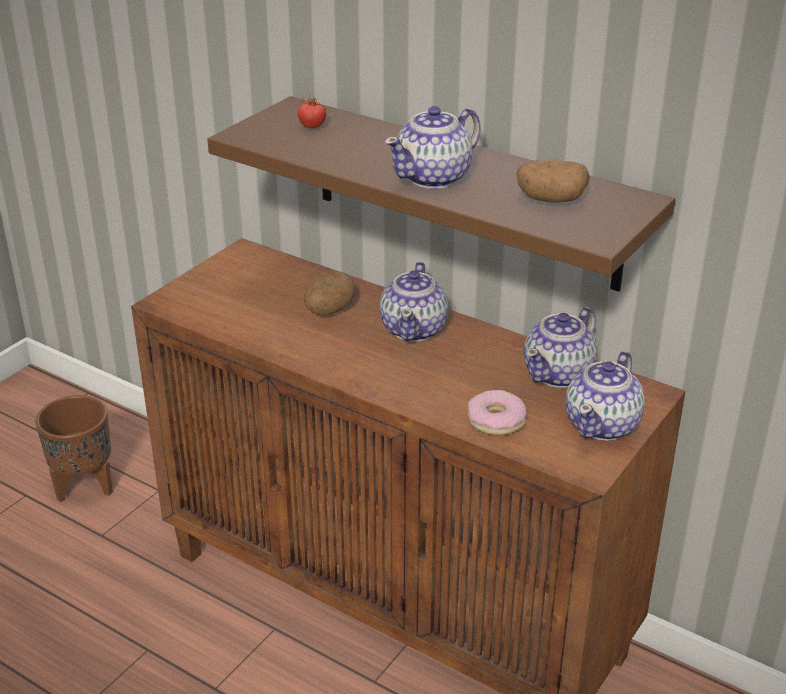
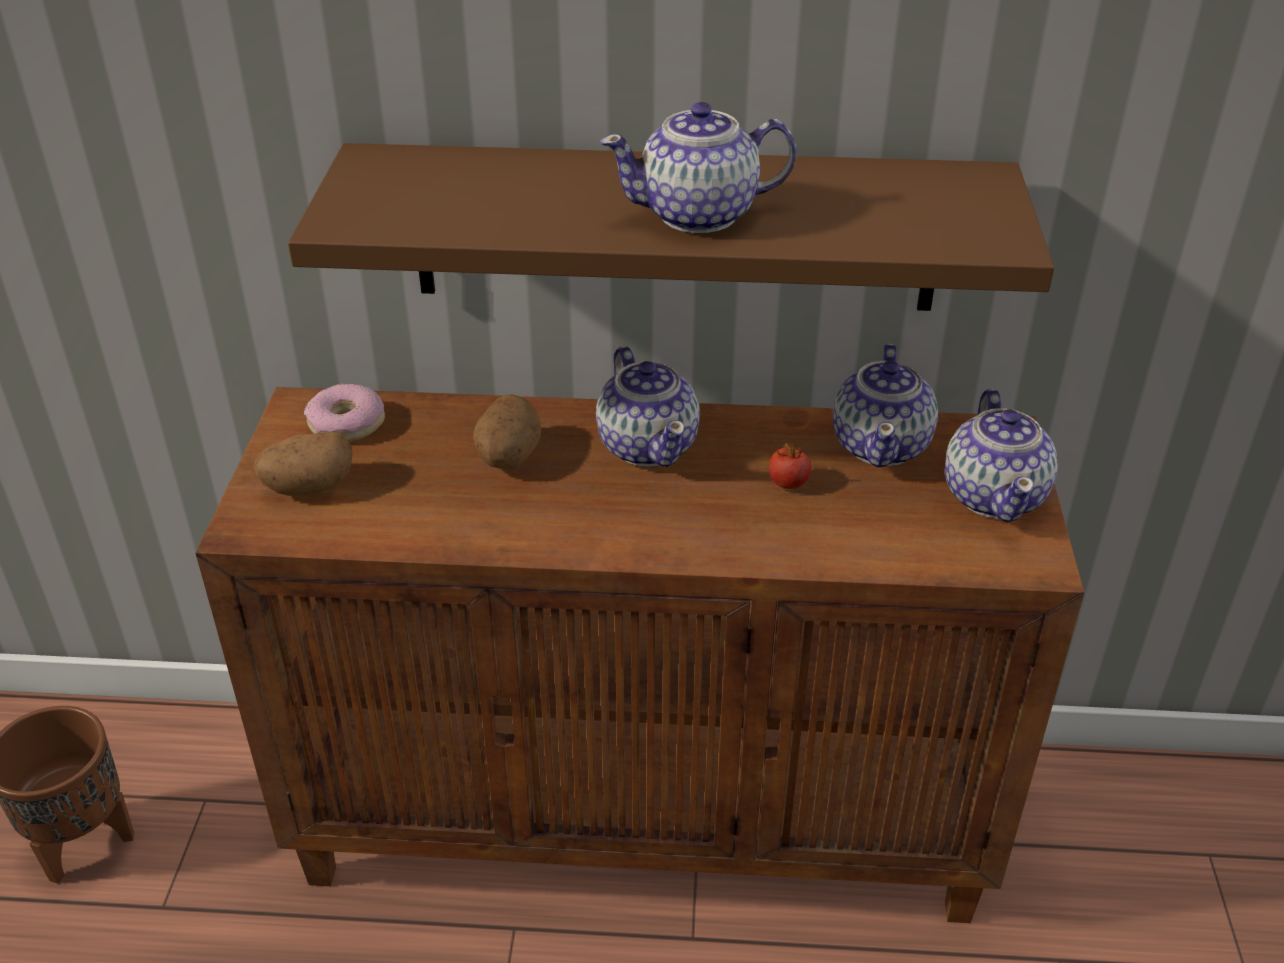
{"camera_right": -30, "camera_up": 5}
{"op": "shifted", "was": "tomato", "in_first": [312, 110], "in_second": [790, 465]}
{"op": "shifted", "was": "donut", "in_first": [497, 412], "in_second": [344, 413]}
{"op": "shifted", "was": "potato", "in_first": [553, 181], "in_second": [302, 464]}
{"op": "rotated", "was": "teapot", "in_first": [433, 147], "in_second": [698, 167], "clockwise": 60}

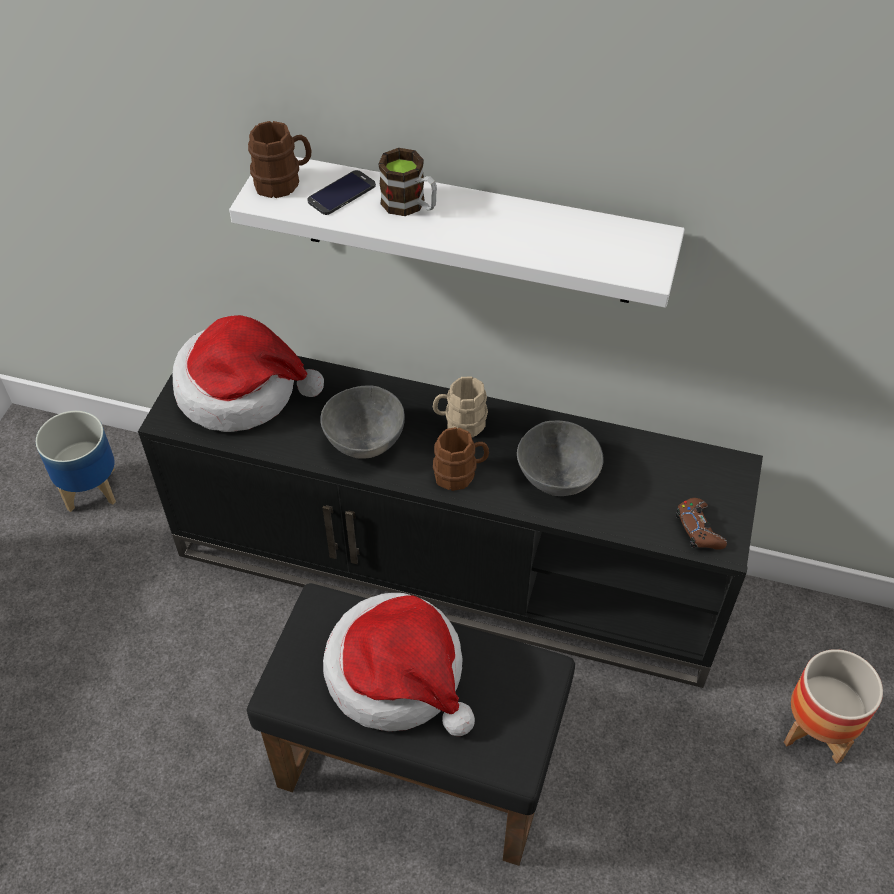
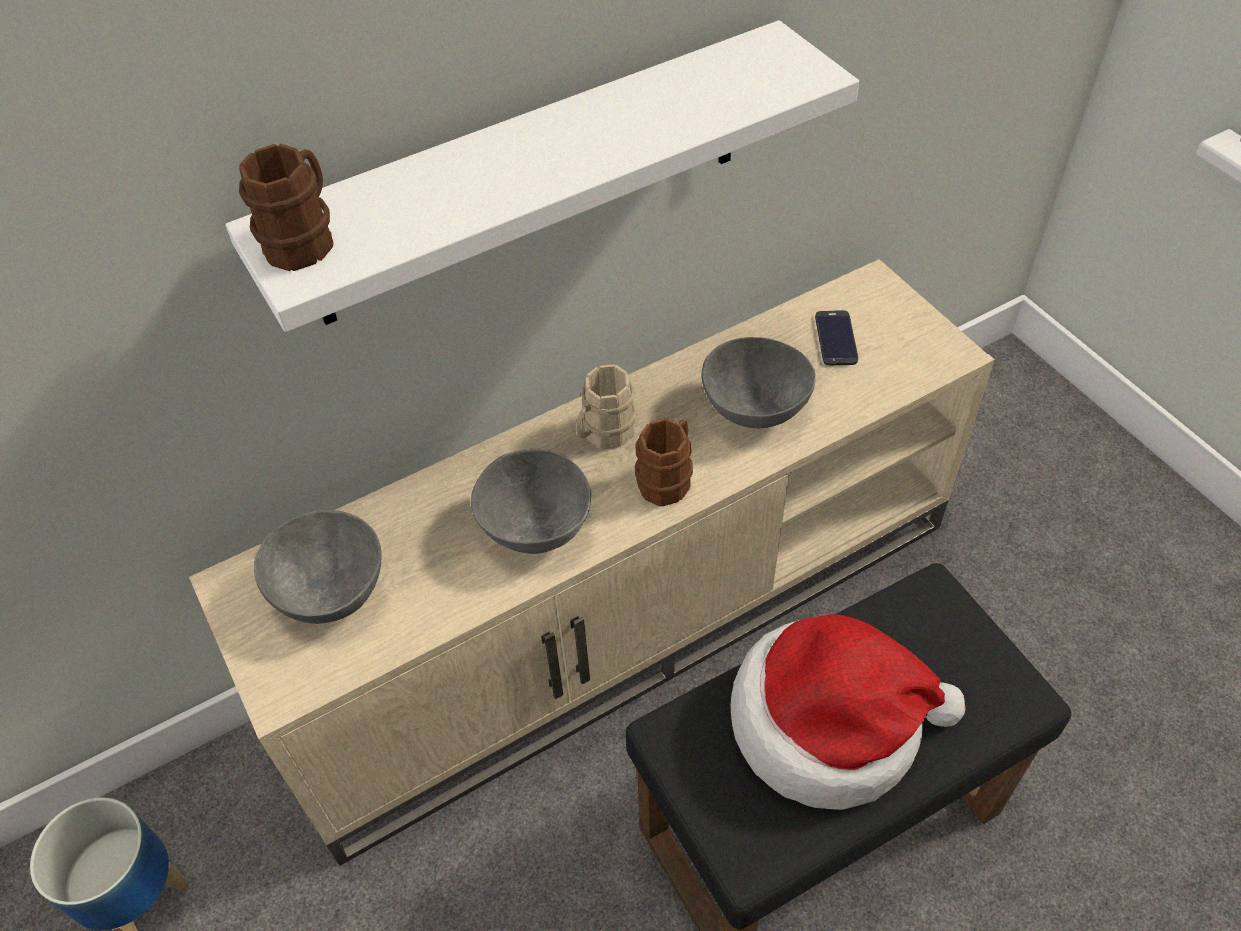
{"camera_right": -45, "camera_up": 0}
{"op": "gone", "was": "mug", "in_first": [407, 182]}
{"op": "gone", "was": "brown_game_controller", "in_first": [701, 524]}
{"op": "gone", "was": "planter", "in_first": [833, 706]}
{"op": "shifted", "was": "phone", "in_first": [341, 192], "in_second": [836, 338]}
{"op": "swapped", "was": "hat", "now": "grey_bowl", "in_first": [248, 373], "in_second": [318, 567]}
{"op": "repainted", "was": "black_tv_stand", "now": "beige_tv_stand", "in_first": [450, 522], "in_second": [592, 562]}

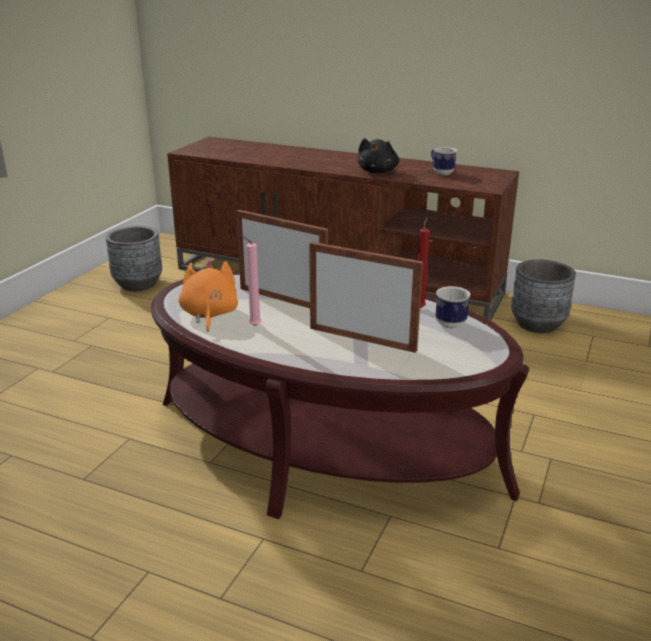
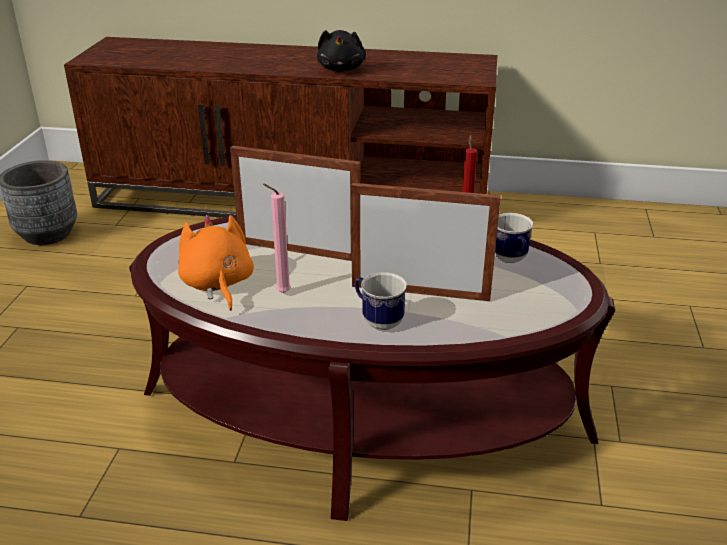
{"camera_right": -15, "camera_up": 5}
{"op": "gone", "was": "grey_planter", "in_first": [543, 296]}
{"op": "shifted", "was": "mug", "in_first": [444, 161], "in_second": [381, 301]}

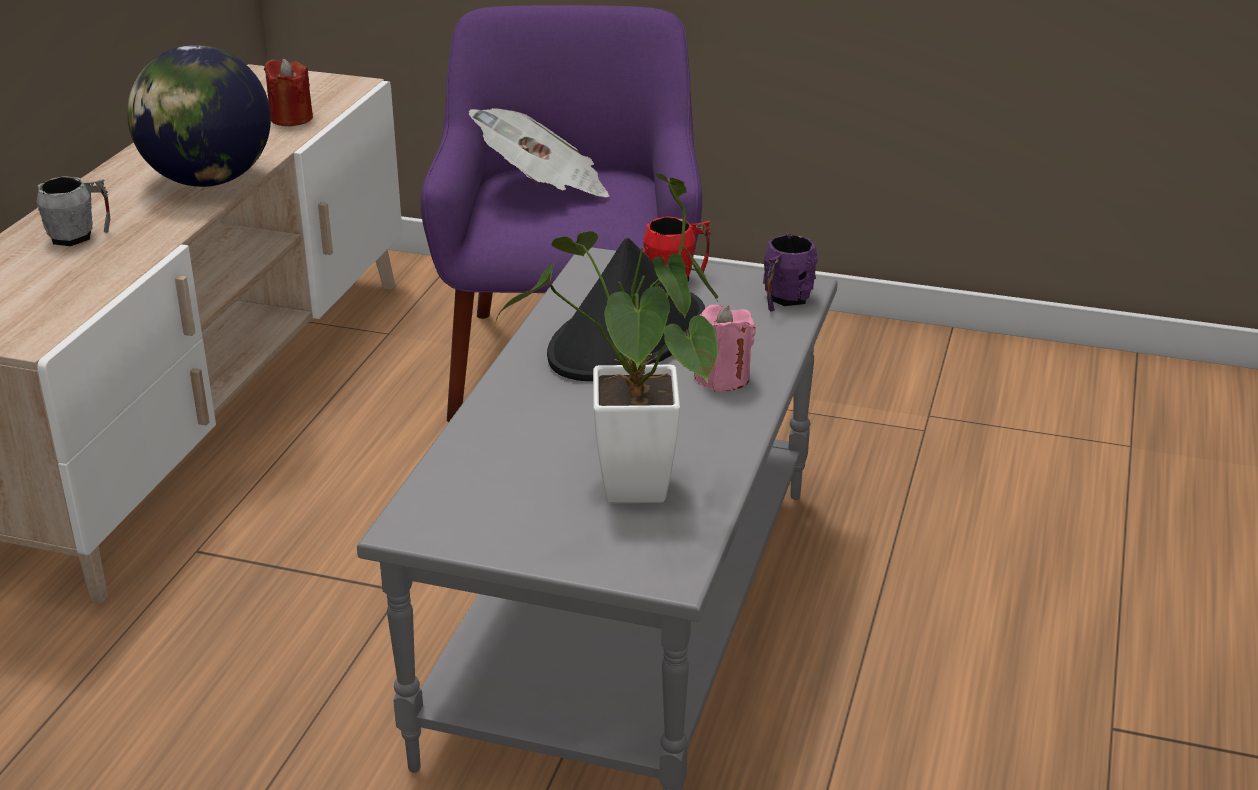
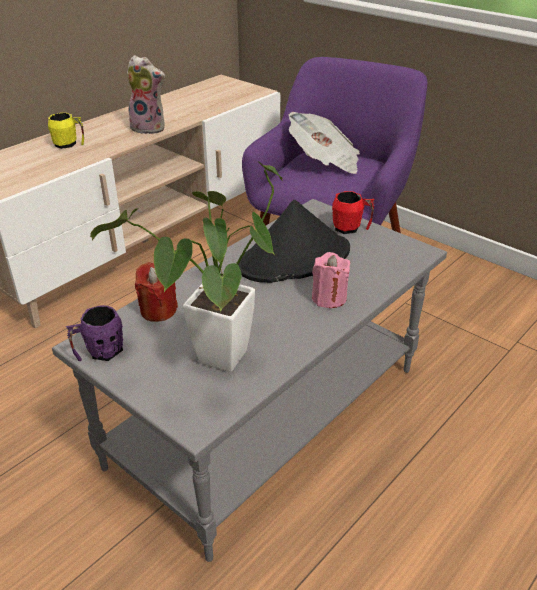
{"camera_right": 25, "camera_up": 5}
{"op": "shifted", "was": "red_candle", "in_first": [288, 92], "in_second": [156, 292]}
{"op": "shifted", "was": "purple_mug", "in_first": [790, 273], "in_second": [94, 333]}
{"op": "swapped", "was": "globe", "now": "plush_toy", "in_first": [199, 116], "in_second": [146, 94]}
{"op": "repainted", "was": "grey_mug", "now": "yellow_mug", "in_first": [73, 211], "in_second": [66, 131]}

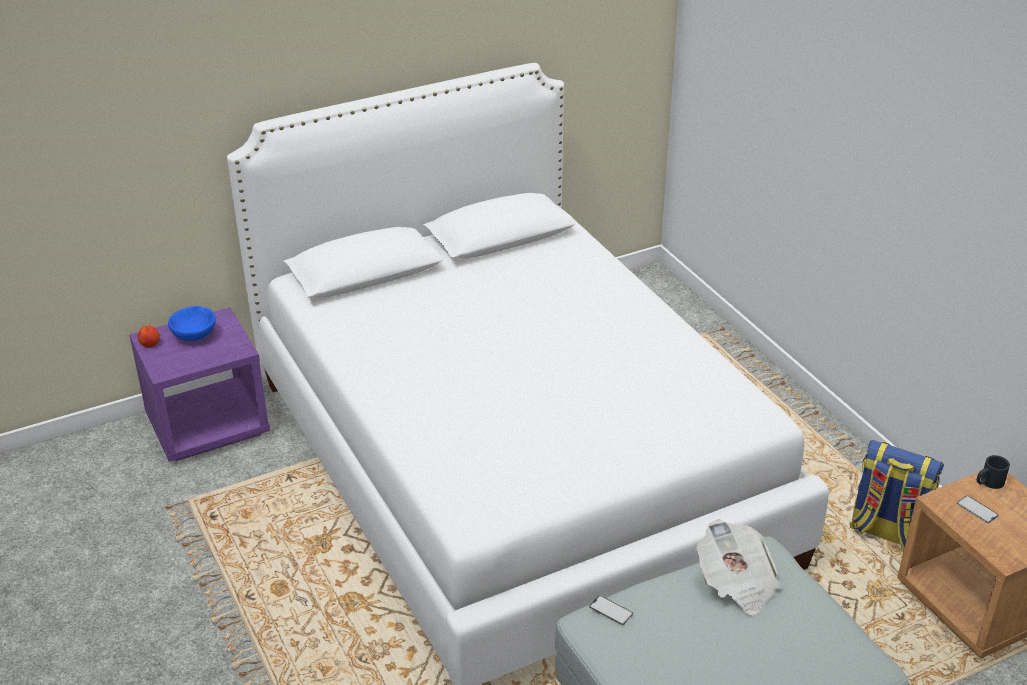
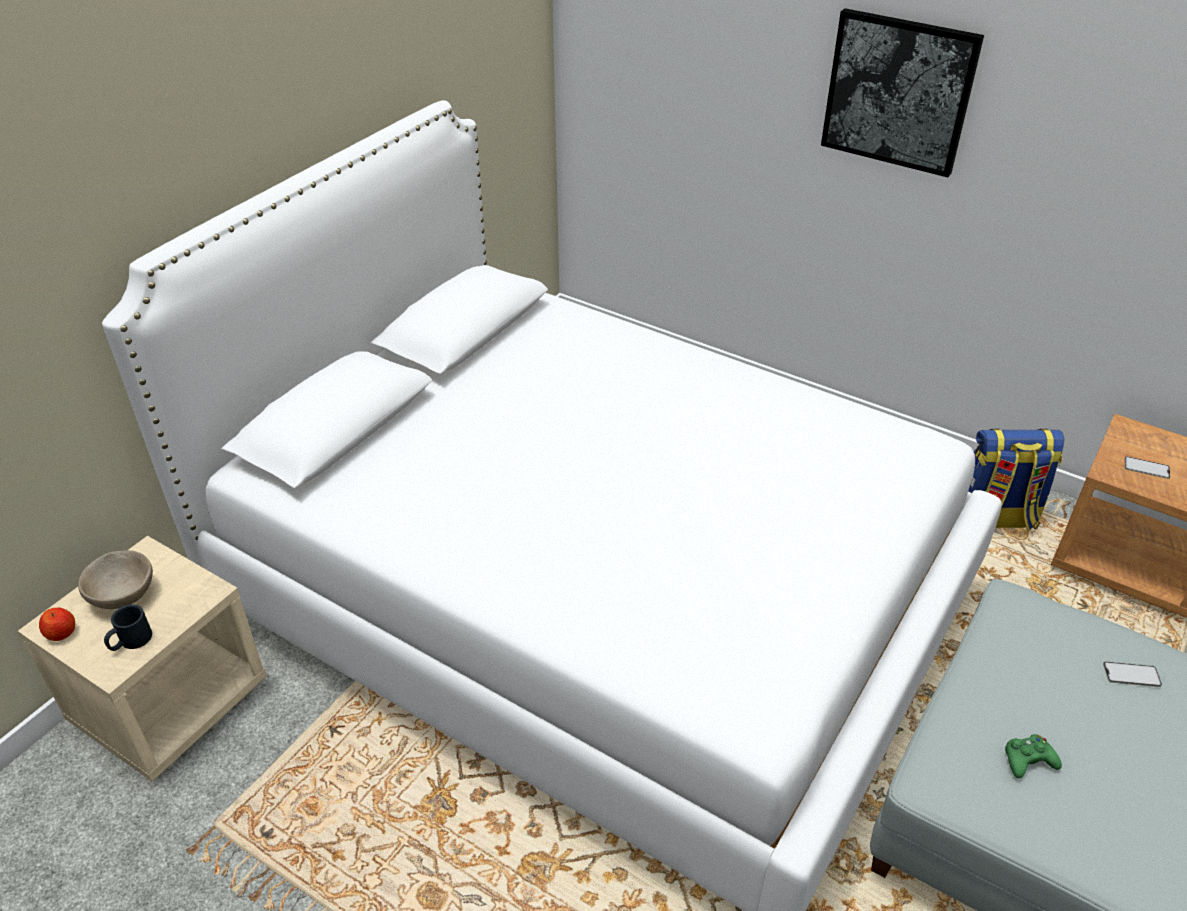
{"camera_right": -30, "camera_up": 5}
{"op": "gone", "was": "newspaper", "in_first": [739, 567]}
{"op": "new", "now": "picture", "in_second": [902, 92]}
{"op": "new", "now": "green_game_controller", "in_second": [1033, 756]}
{"op": "shifted", "was": "phone", "in_first": [611, 610], "in_second": [1132, 674]}
{"op": "shifted", "was": "black_mug", "in_first": [993, 472], "in_second": [128, 627]}
{"op": "repainted", "was": "purple_nightstand", "now": "beige_nightstand", "in_first": [199, 385], "in_second": [142, 658]}
{"op": "repainted", "was": "blue_bowl", "now": "beige_bowl", "in_first": [192, 323], "in_second": [115, 579]}

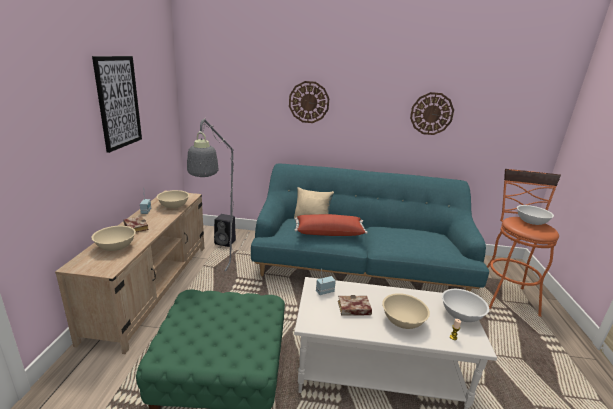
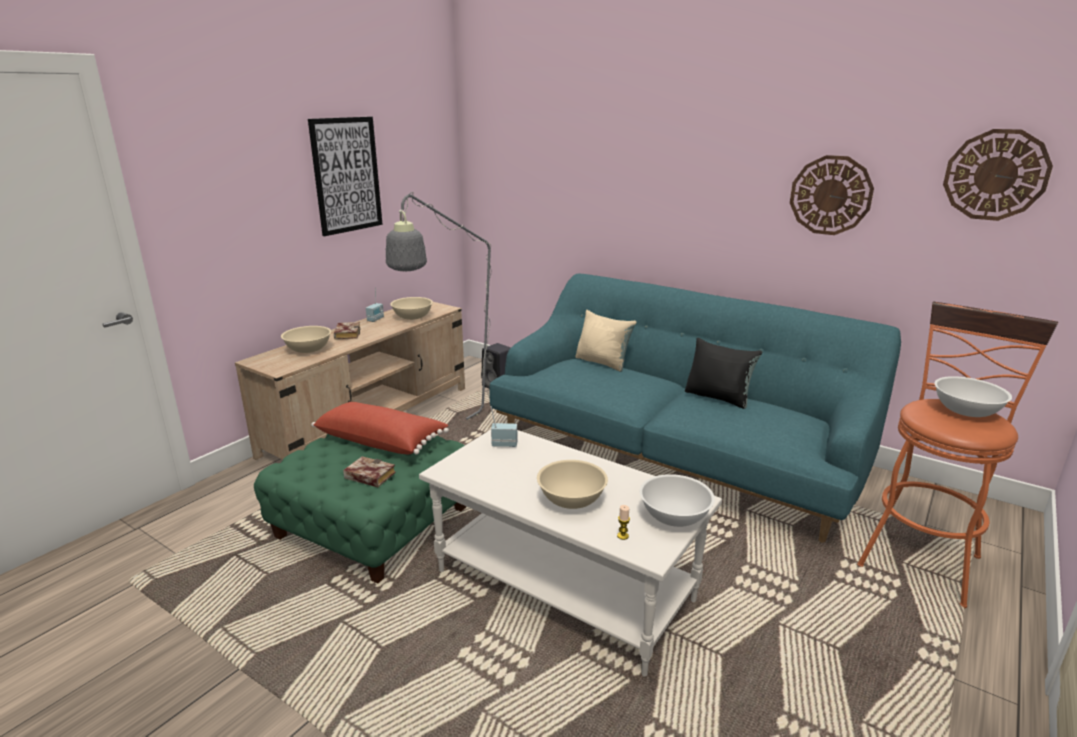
{"camera_right": 30, "camera_up": 0}
{"op": "new", "now": "black_pillow", "in_second": [723, 373]}
{"op": "shifted", "was": "wall_clock", "in_first": [309, 102], "in_second": [998, 175]}
{"op": "shifted", "was": "red_pillow", "in_first": [331, 225], "in_second": [380, 428]}
{"op": "shifted", "was": "book", "in_first": [355, 305], "in_second": [369, 471]}

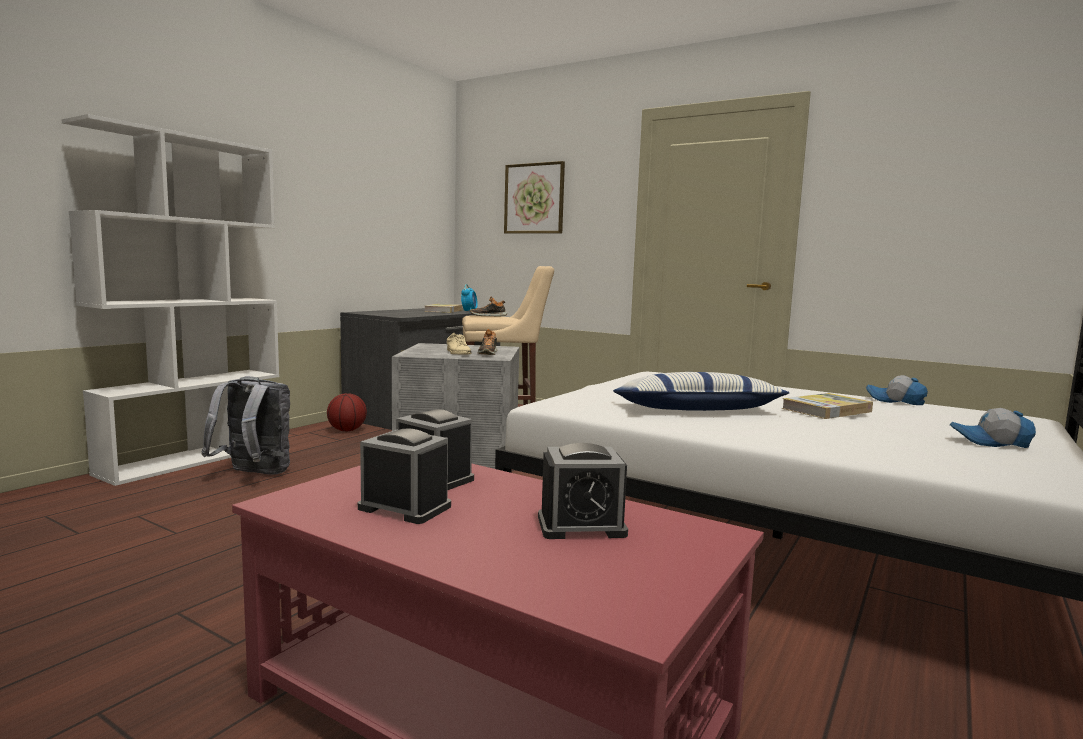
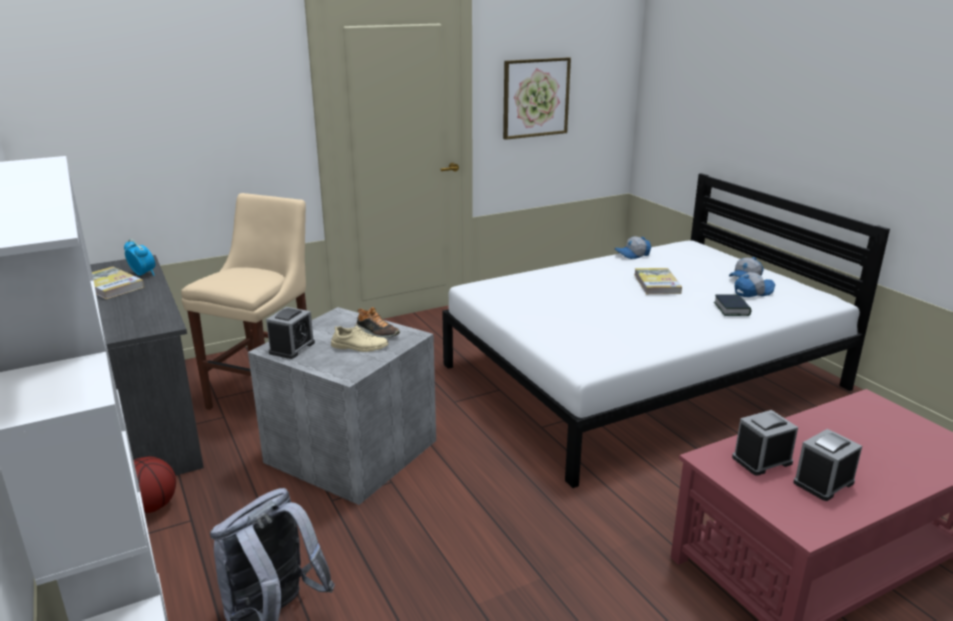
{"camera_right": -60, "camera_up": 15}
{"op": "gone", "was": "shoe", "in_first": [488, 306]}
{"op": "gone", "was": "pillow", "in_first": [701, 391]}
{"op": "new", "now": "book", "in_second": [732, 305]}
{"op": "new", "now": "cap", "in_second": [755, 284]}
{"op": "shifted", "was": "picture", "in_first": [534, 197], "in_second": [537, 98]}
{"op": "shifted", "was": "alarm_clock", "in_first": [583, 491], "in_second": [290, 333]}

